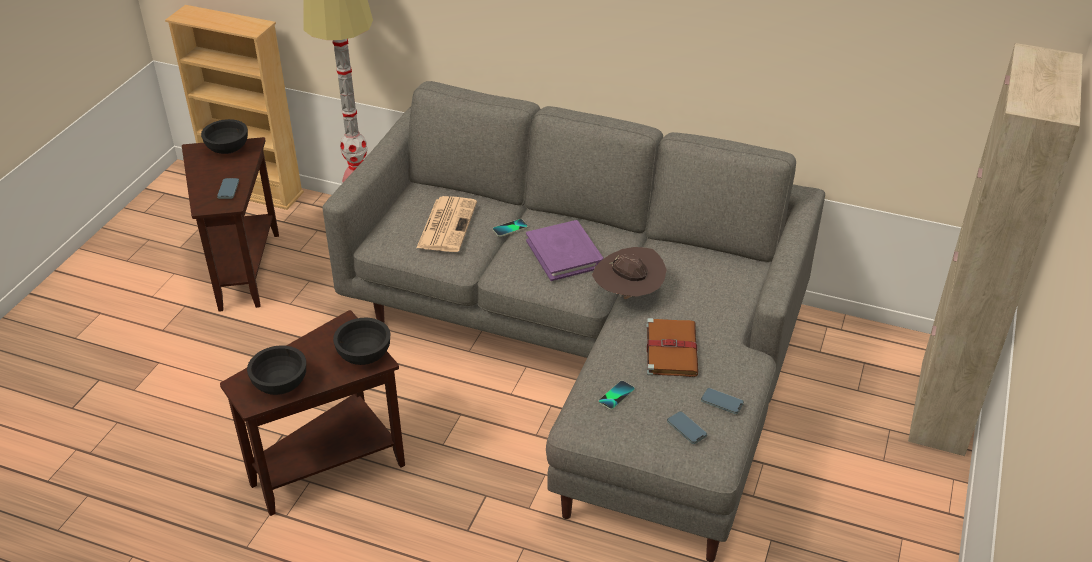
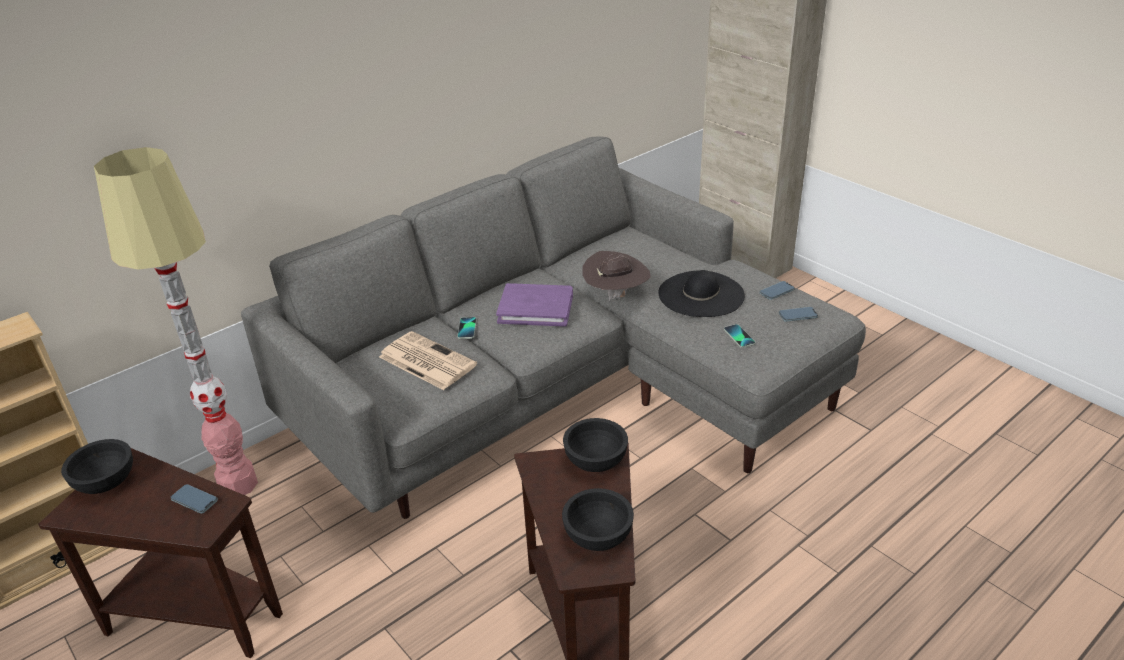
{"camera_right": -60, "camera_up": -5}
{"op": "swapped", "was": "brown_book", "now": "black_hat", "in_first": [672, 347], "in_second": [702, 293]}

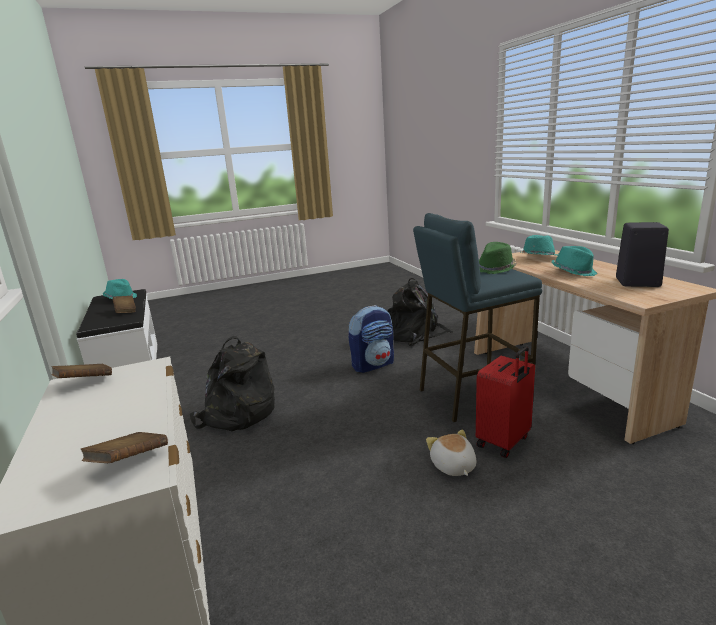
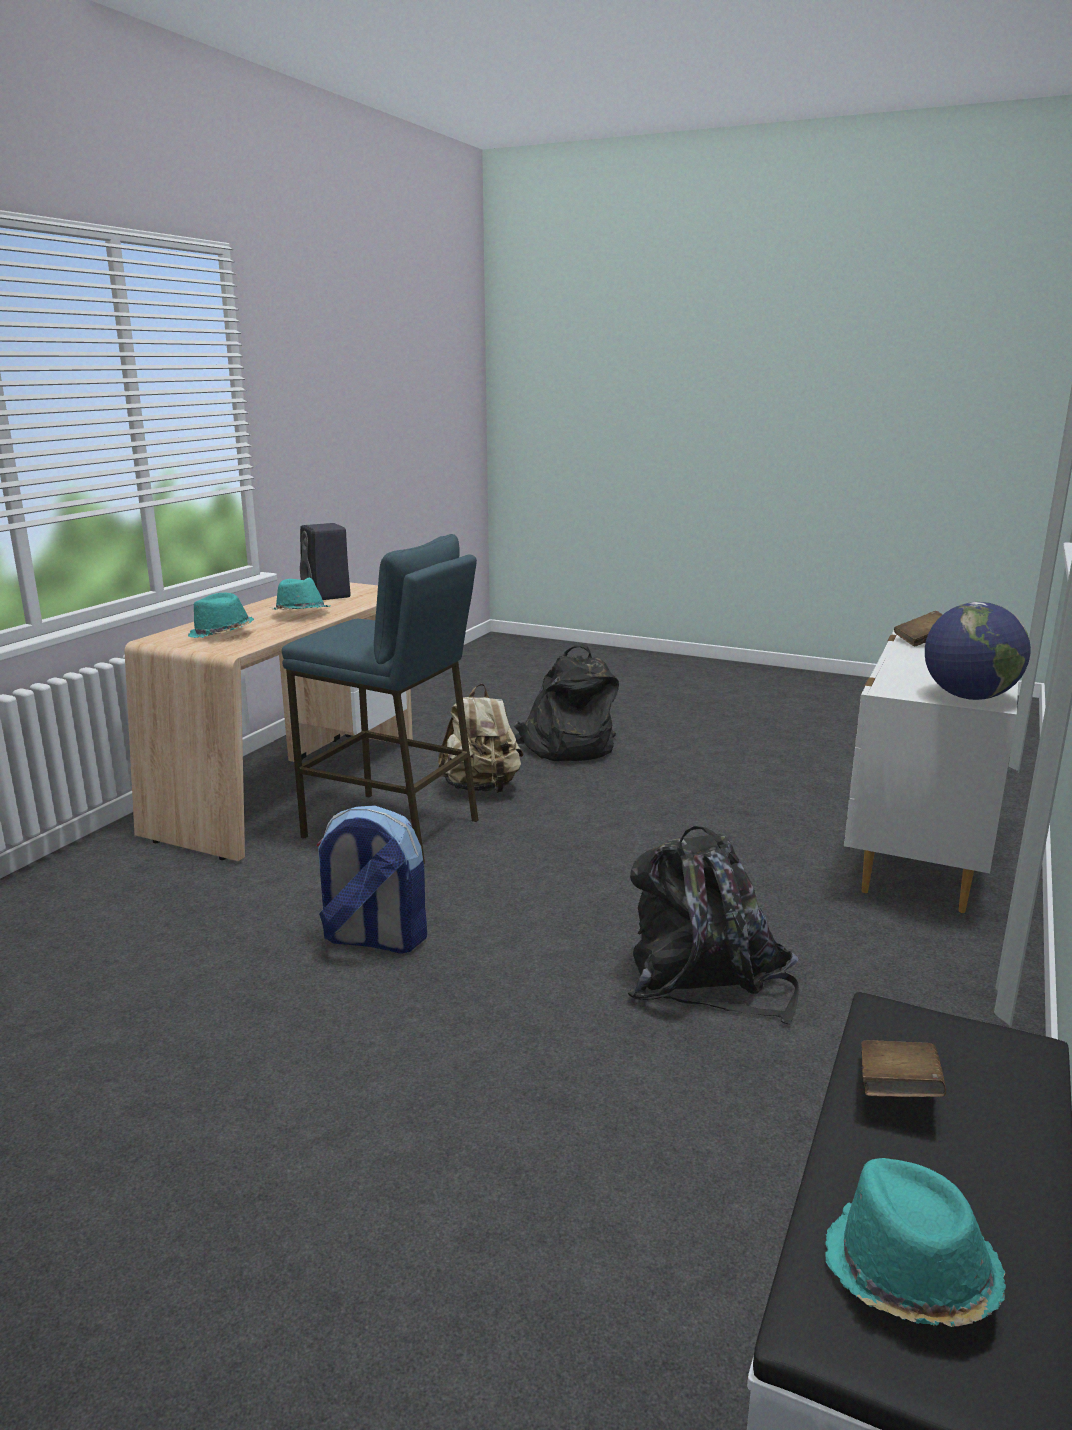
{"camera_right": -135, "camera_up": 0}
{"op": "gone", "was": "plush_toy", "in_first": [451, 452]}
{"op": "gone", "was": "green_hat", "in_first": [498, 258]}
{"op": "shifted", "was": "black_backpack", "in_first": [420, 312], "in_second": [566, 702]}
{"op": "swapped", "was": "brown_book", "now": "globe", "in_first": [81, 371], "in_second": [978, 651]}
{"op": "swapped", "was": "red_suitcase", "now": "beige_backpack", "in_first": [505, 402], "in_second": [481, 738]}

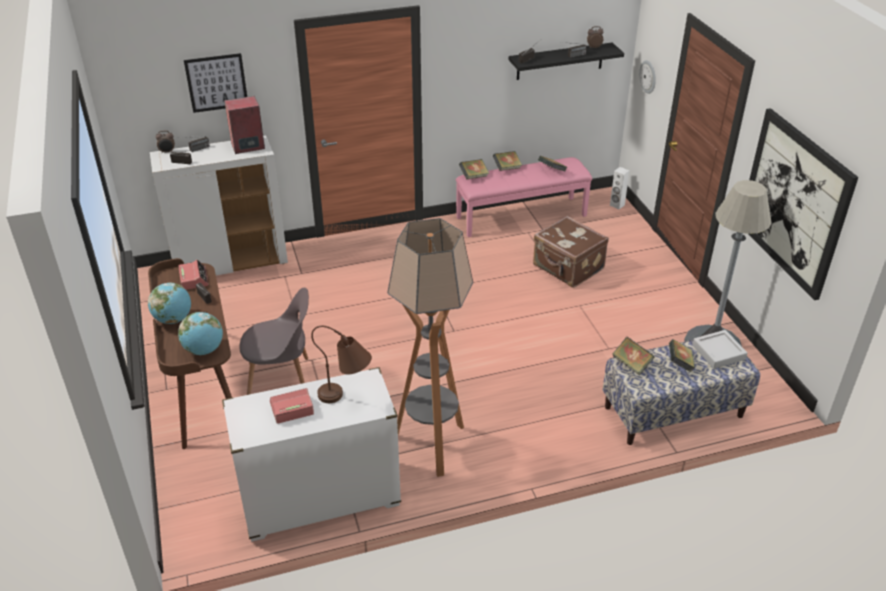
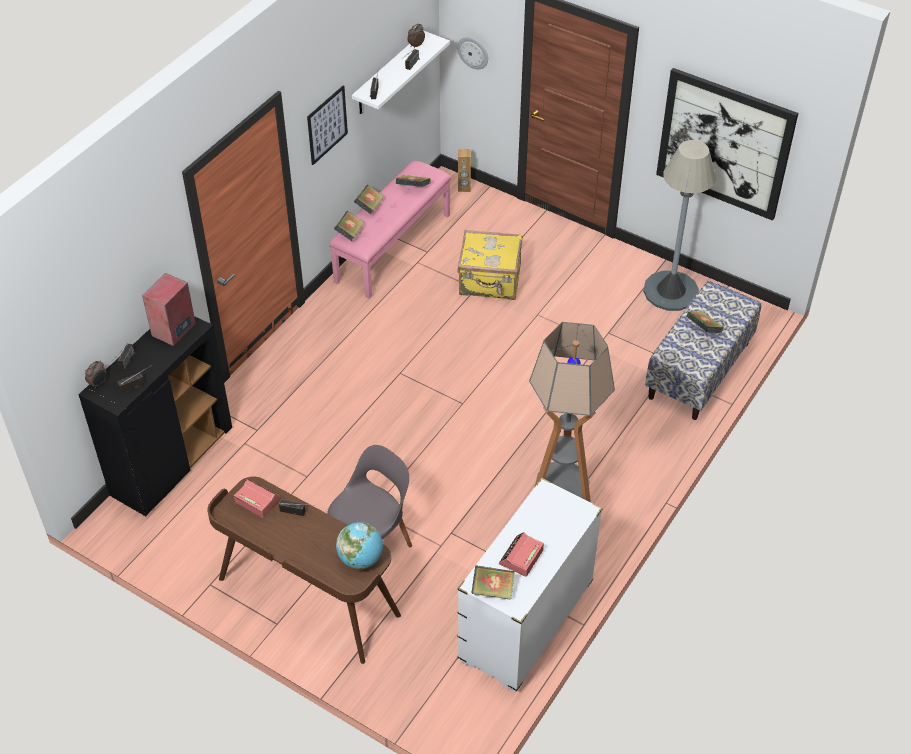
{"camera_right": -40, "camera_up": 10}
{"op": "gone", "was": "globe", "in_first": [169, 303]}
{"op": "gone", "was": "brown_table_lamp", "in_first": [341, 364]}
{"op": "gone", "was": "grey_tray", "in_first": [720, 349]}
{"op": "shifted", "was": "picture", "in_first": [215, 83], "in_second": [327, 125]}
{"op": "shifted", "was": "book", "in_first": [633, 356], "in_second": [493, 582]}
{"op": "repainted", "was": "white_cabinet", "now": "black_cabinet", "in_first": [219, 205], "in_second": [155, 416]}
{"op": "repainted", "was": "black_shelf", "now": "white_shelf", "in_first": [566, 61], "in_second": [401, 72]}
{"op": "repainted", "was": "brown_suitcase", "now": "yellow_suitcase", "in_first": [571, 252], "in_second": [490, 265]}
{"op": "repainted", "was": "white_speaker", "now": "brown_speaker", "in_first": [619, 188], "in_second": [464, 170]}

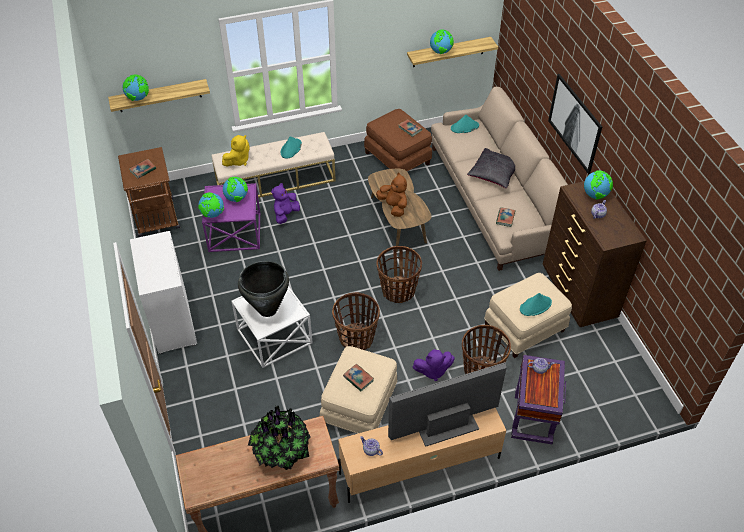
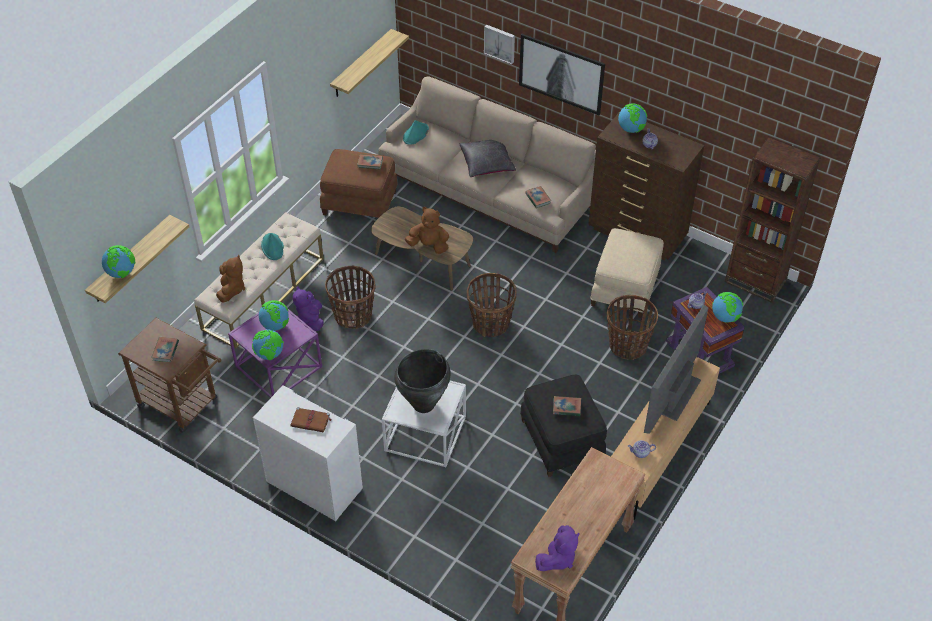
{"camera_right": -40, "camera_up": 0}
{"op": "gone", "was": "potted_plant", "in_first": [279, 438]}
{"op": "gone", "was": "turquoise_hat", "in_first": [536, 304]}
{"op": "new", "now": "brown_book", "in_second": [311, 420]}
{"op": "new", "now": "picture", "in_second": [499, 45]}
{"op": "new", "now": "brown_bookcase", "in_second": [773, 220]}
{"op": "shifted", "was": "basket", "in_first": [356, 321], "in_second": [350, 297]}
{"op": "shifted", "was": "purple_plush_toy", "in_first": [434, 365], "in_second": [557, 548]}
{"op": "shifted", "was": "globe", "in_first": [442, 42], "in_second": [727, 307]}
{"op": "repainted", "was": "yellow_plush_toy", "now": "brown_plush_toy", "in_first": [236, 151], "in_second": [230, 279]}
{"op": "repainted", "was": "beige_ottoman", "now": "black_ottoman", "in_first": [359, 390], "in_second": [563, 425]}

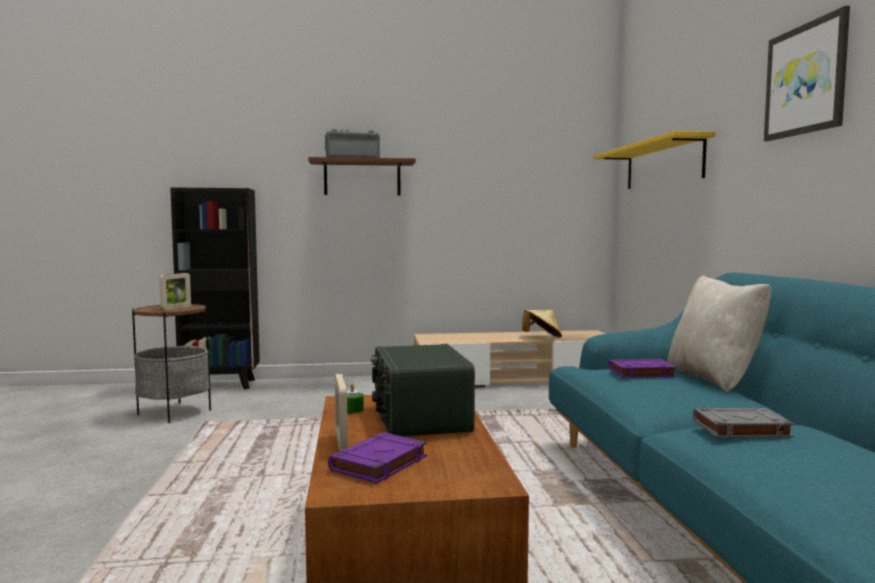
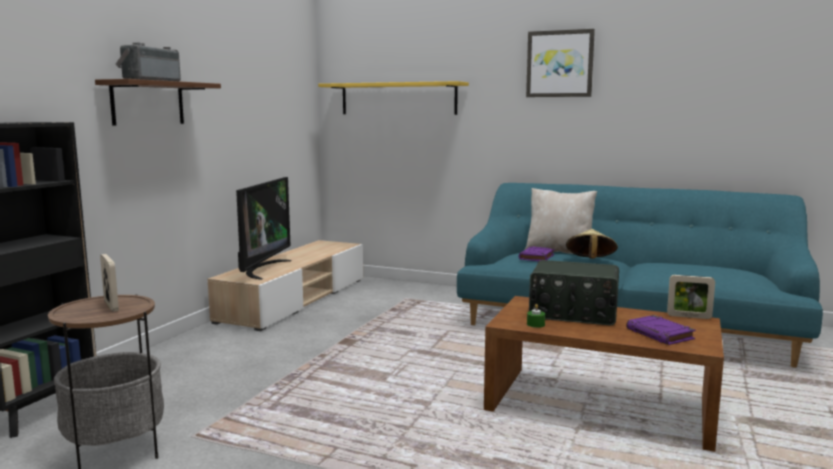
{"camera_right": -60, "camera_up": 5}
{"op": "gone", "was": "grey_book", "in_first": [744, 423]}
{"op": "new", "now": "television", "in_second": [264, 228]}
{"op": "shifted", "was": "picture_frame", "in_first": [341, 412], "in_second": [691, 297]}
{"op": "shifted", "was": "beige_hat", "in_first": [542, 323], "in_second": [592, 244]}

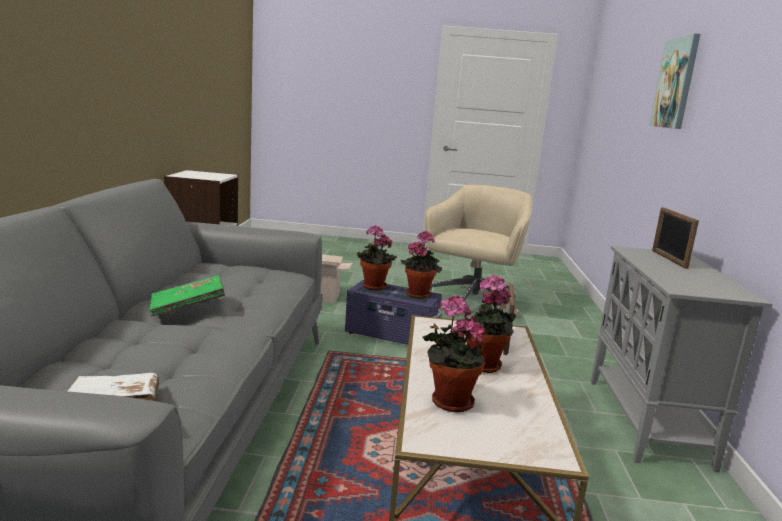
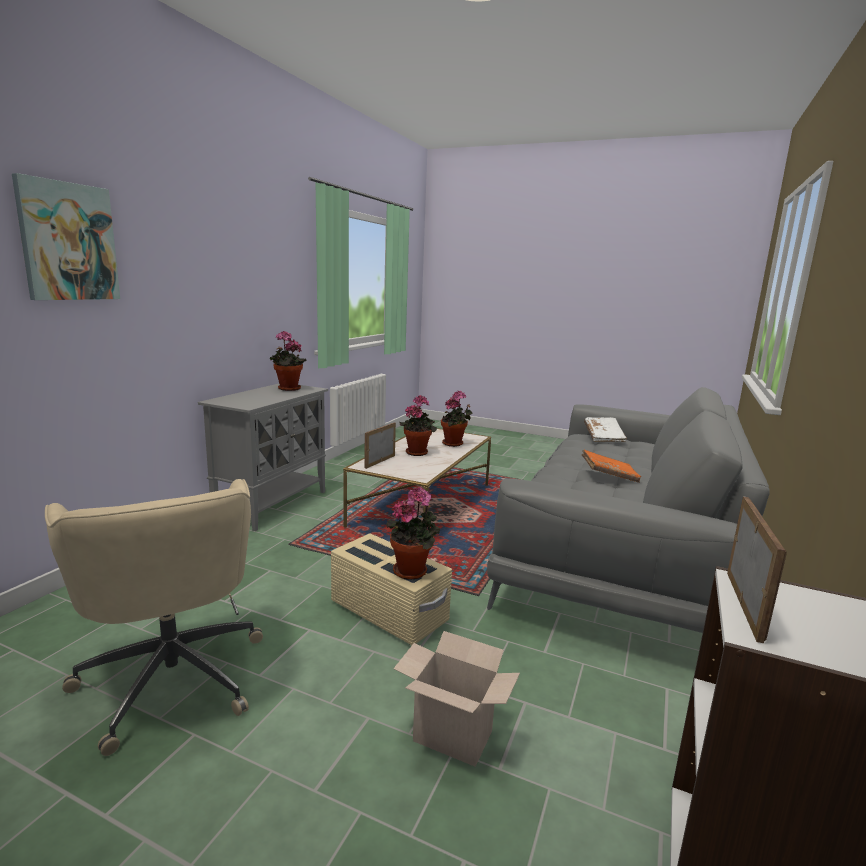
{"camera_right": -160, "camera_up": 0}
{"op": "shifted", "was": "potted_plant", "in_first": [421, 264], "in_second": [288, 361]}
{"op": "shifted", "was": "picture_frame", "in_first": [675, 238], "in_second": [757, 569]}
{"op": "repainted", "was": "green_book", "now": "orange_book", "in_first": [187, 296], "in_second": [611, 466]}
{"op": "repainted", "was": "purple_storage_box", "now": "beige_storage_box", "in_first": [393, 312], "in_second": [391, 589]}
{"op": "rotated", "was": "beige_office_chair", "in_first": [478, 251], "in_second": [154, 617], "clockwise": -75}

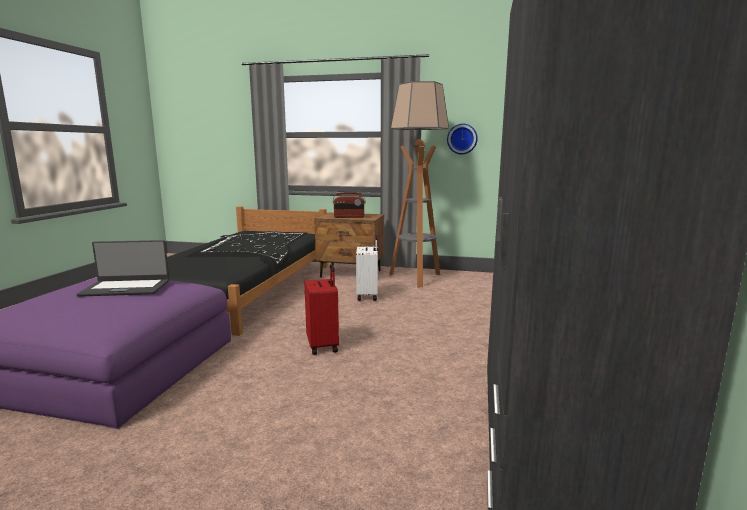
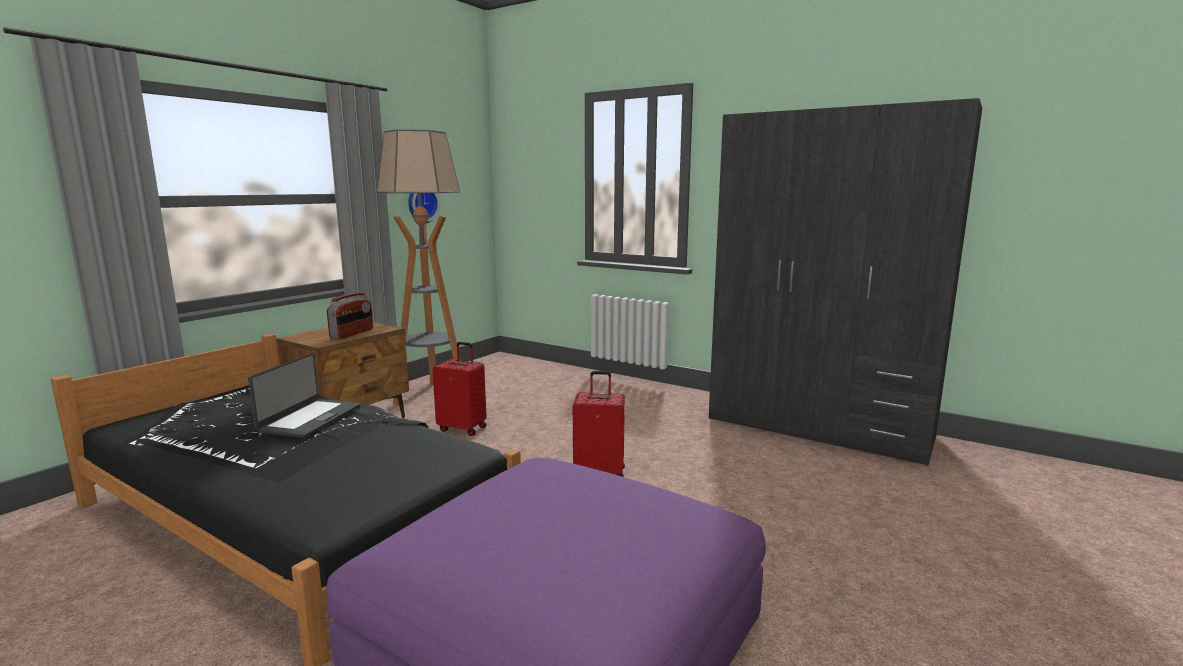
{"camera_right": -70, "camera_up": 0}
{"op": "shifted", "was": "laptop", "in_first": [123, 268], "in_second": [304, 395]}
{"op": "repainted", "was": "white_suitcase", "now": "red_suitcase", "in_first": [367, 268], "in_second": [460, 389]}

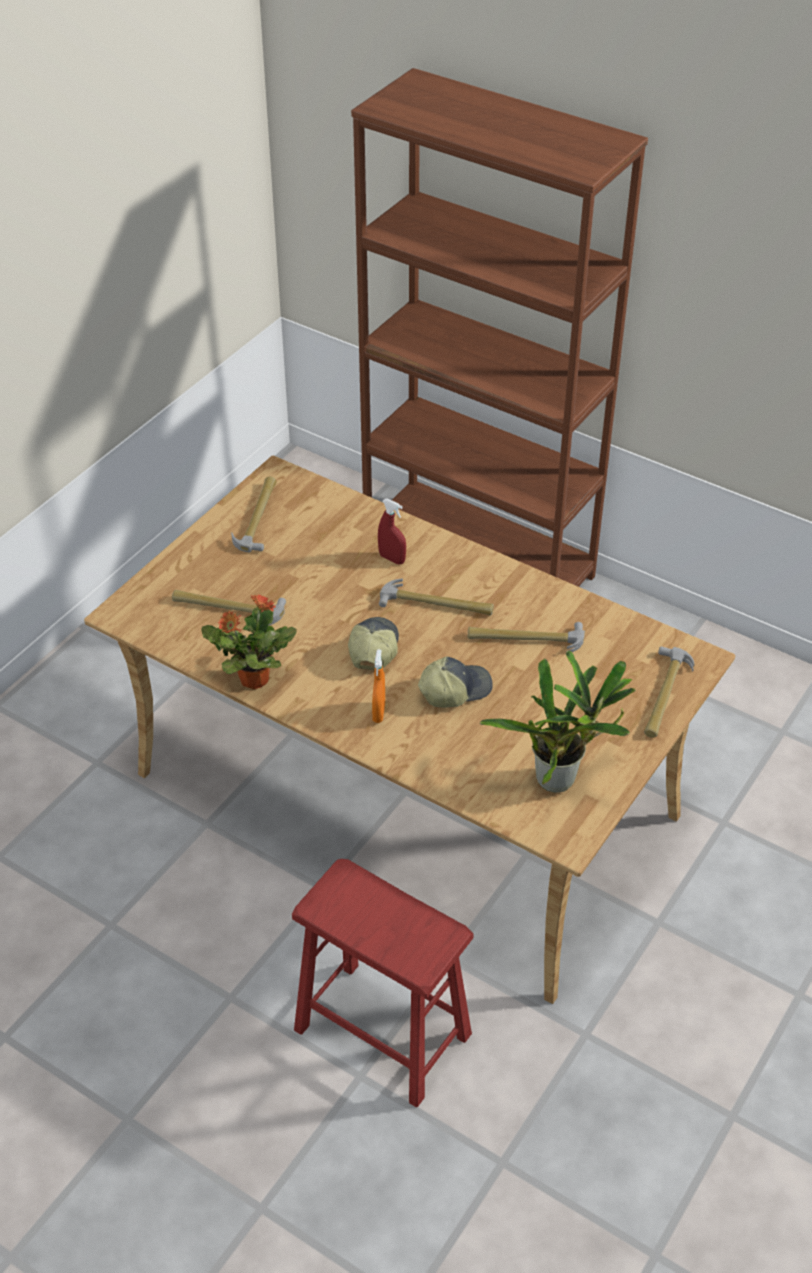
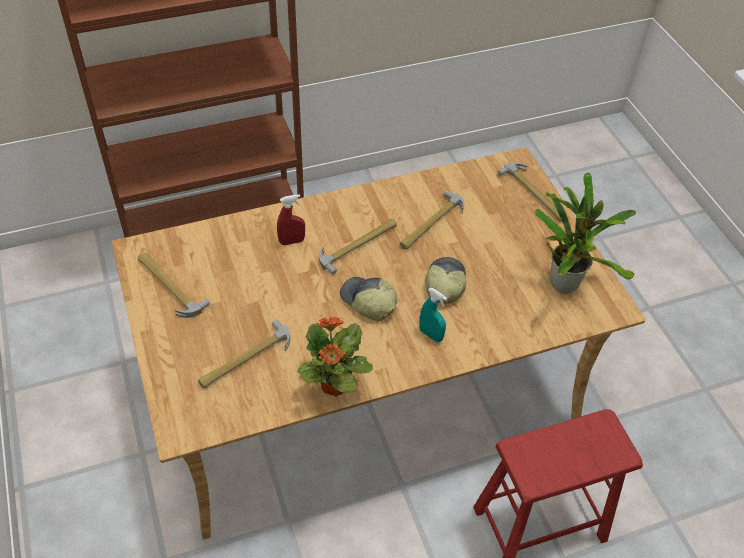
{"camera_right": -55, "camera_up": 5}
{"op": "repainted", "was": "orange_spray_bottle", "now": "turquoise_spray_bottle", "in_first": [378, 686], "in_second": [433, 314]}

